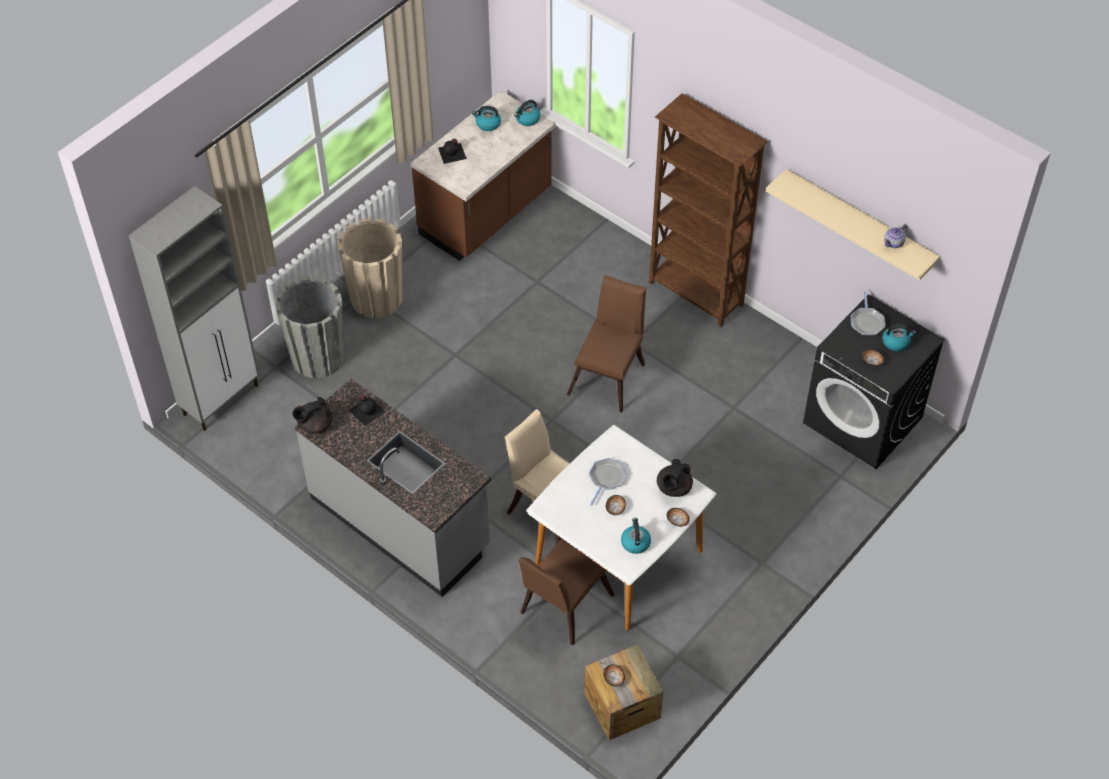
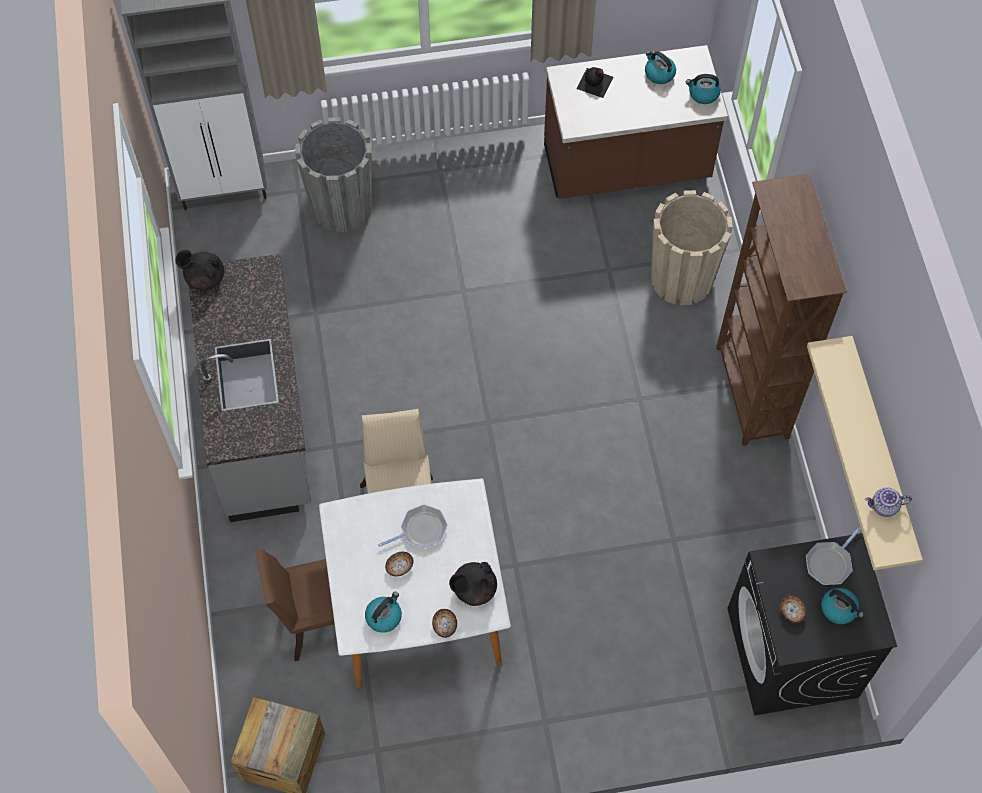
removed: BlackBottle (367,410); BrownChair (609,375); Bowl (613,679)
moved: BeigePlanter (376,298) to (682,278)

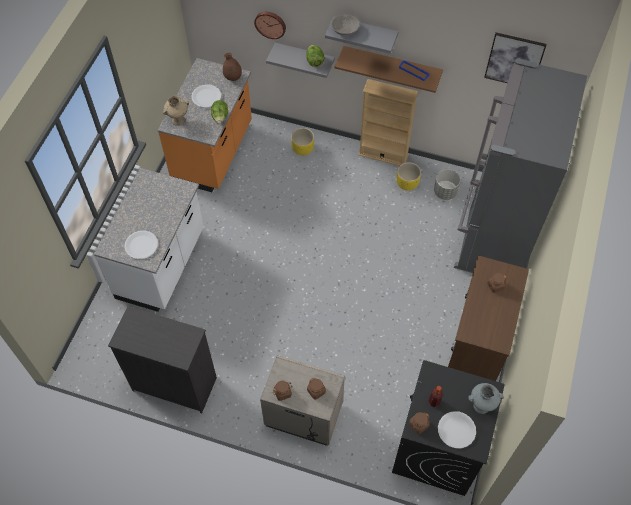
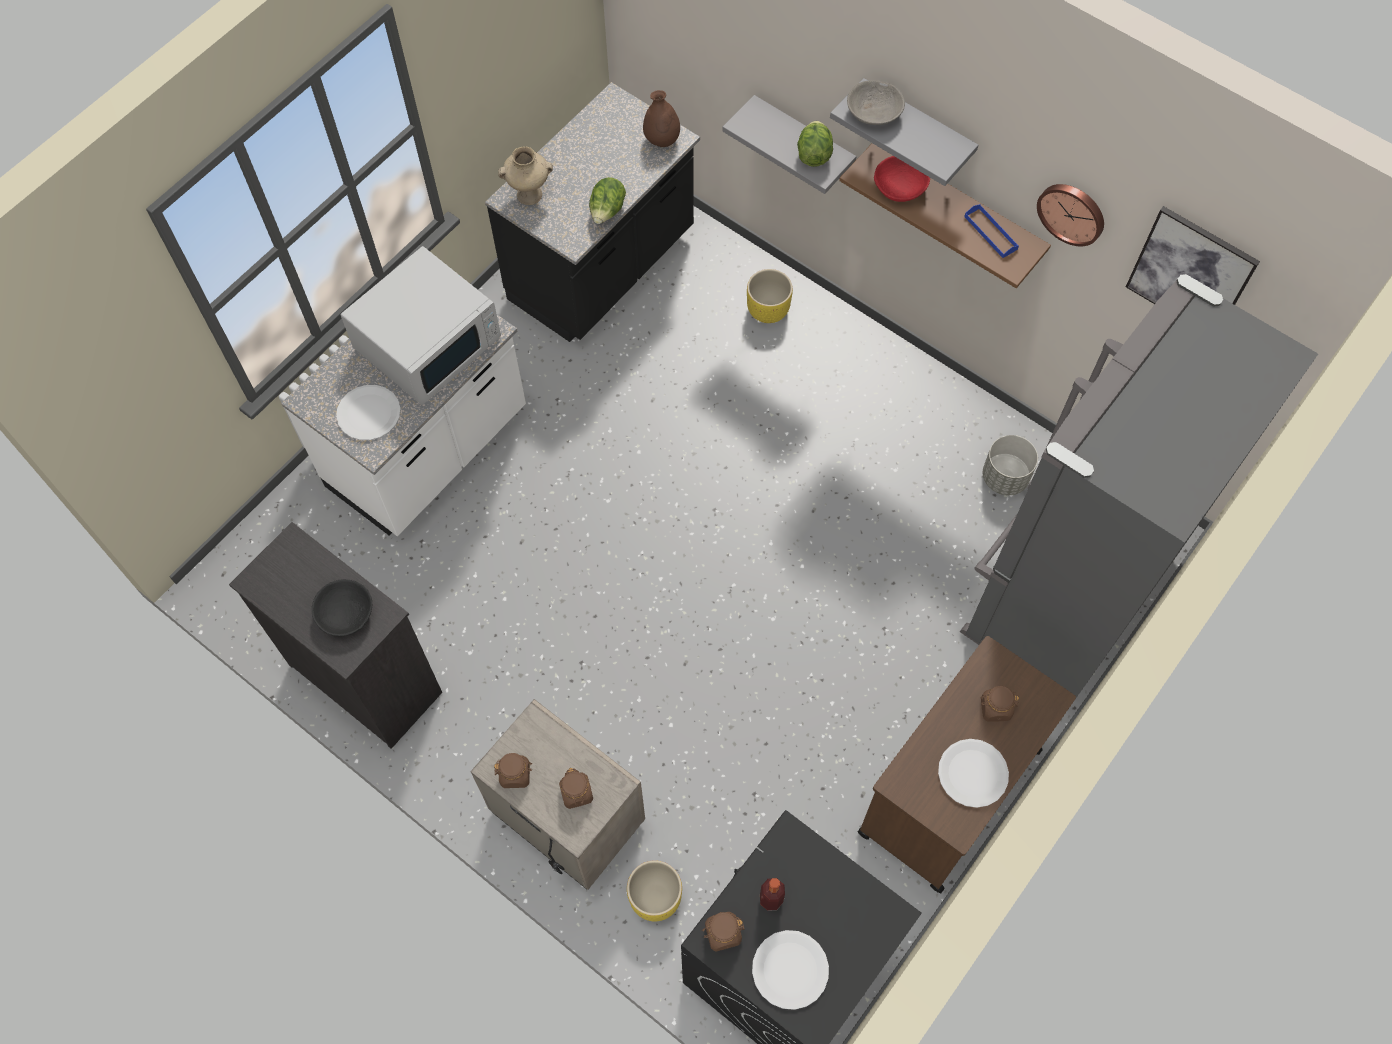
removed: BeigeBookcase (383,155); GreyVase (481,405)
added: BlackBowl (345,613); WhiteMicrowave (429,342); RedBowl (900,187)
moved: WhitePlate (206,96) to (973,773); WallClock (270,24) to (1072,212); YellowPlanter (407,183) to (655,897)
recoloured: OrangeCounter (214,153) to BlackCounter (603,268)

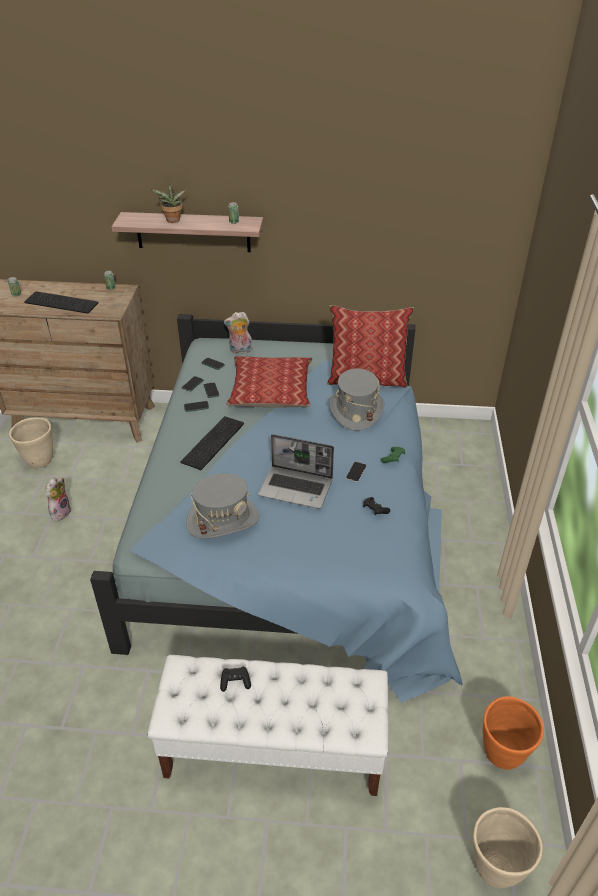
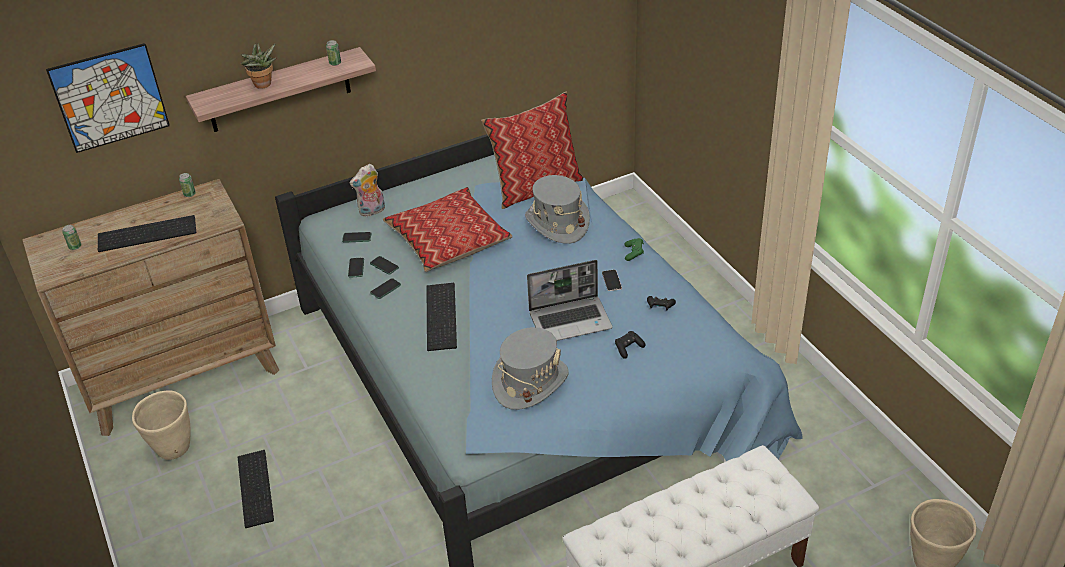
removed: OrangePlanter (502,754)
added: Picture (110,98)
moved: BlackGameController (235,682) to (628,348)
replaced: PlushToy (60,512) to Keyboard (257,488)

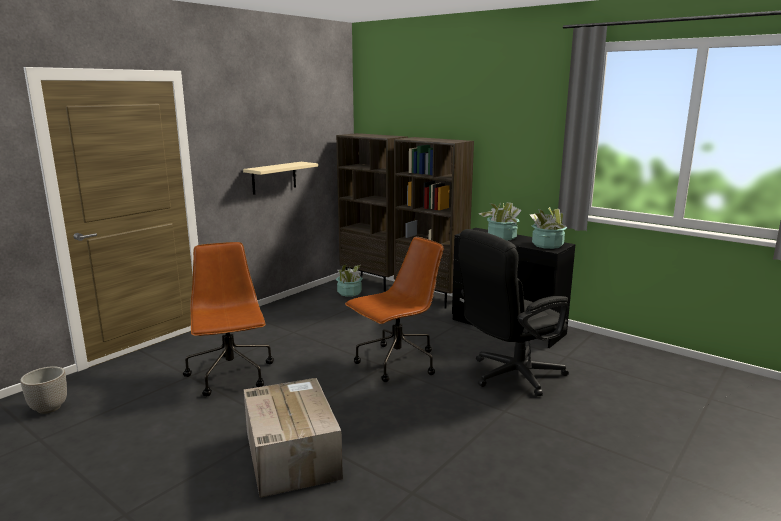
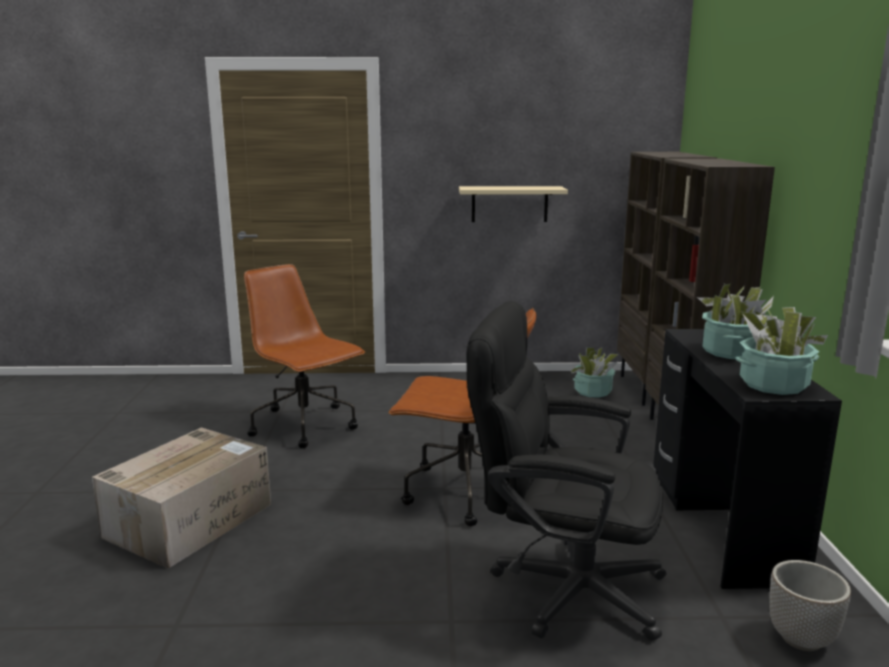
moved: Planter (49,408) to (801,639)
turned: BrownOfficeChair (231,375) = (305,426) 75 degrees counterclockwise

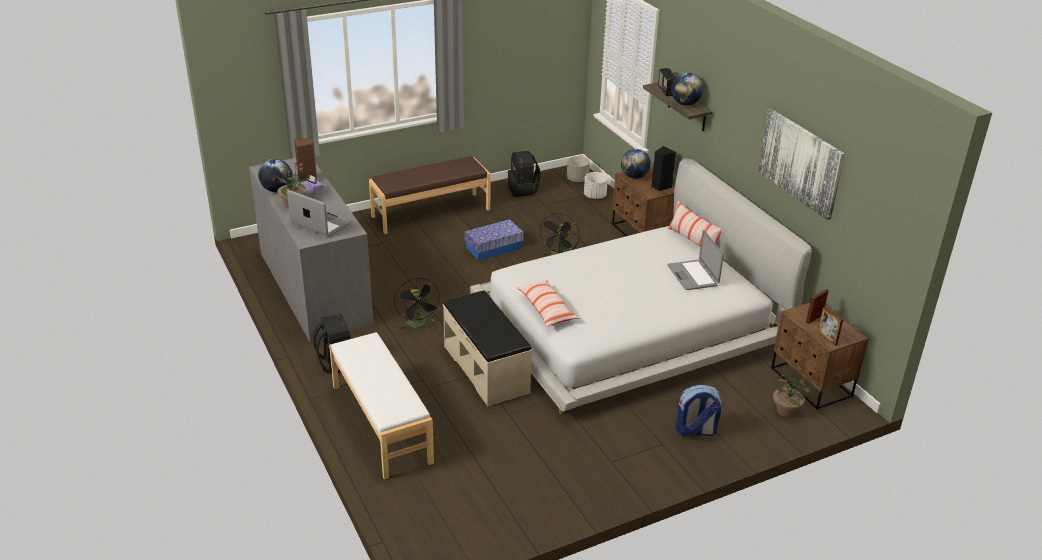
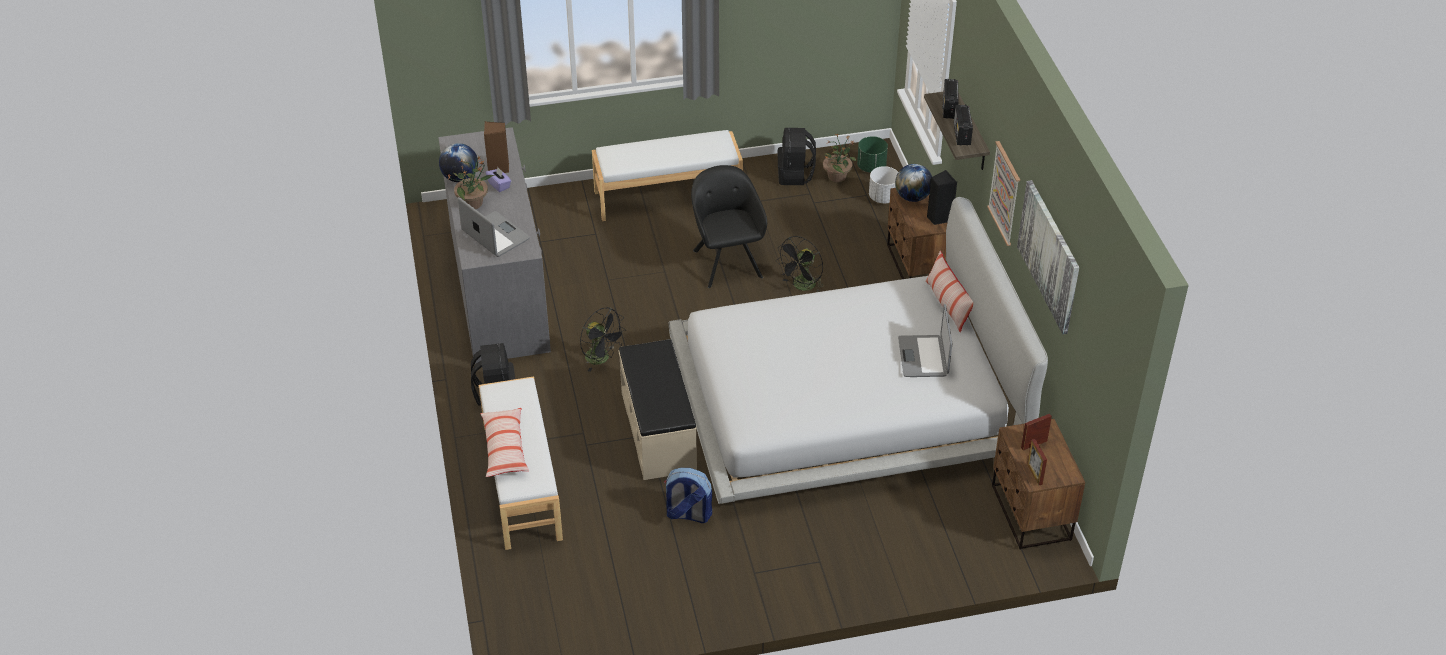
added: Picture (1005,193)
moved: Pillow (546,309) to (505,448); Backpack (695,431) to (688,514); PottedPlant (786,410) to (837,176)
replaced: StorageBox (494,248) to BlackArmchair (726,261); Globe (685,104) to Radio (961,134)
recoloured: BrownBench (430,212) to WhiteBench (668,195); GreyPlanter (577,179) to GreenPlanter (871,167)
turned: BlackFan (418,324) = (602,358) 45 degrees counterclockwise

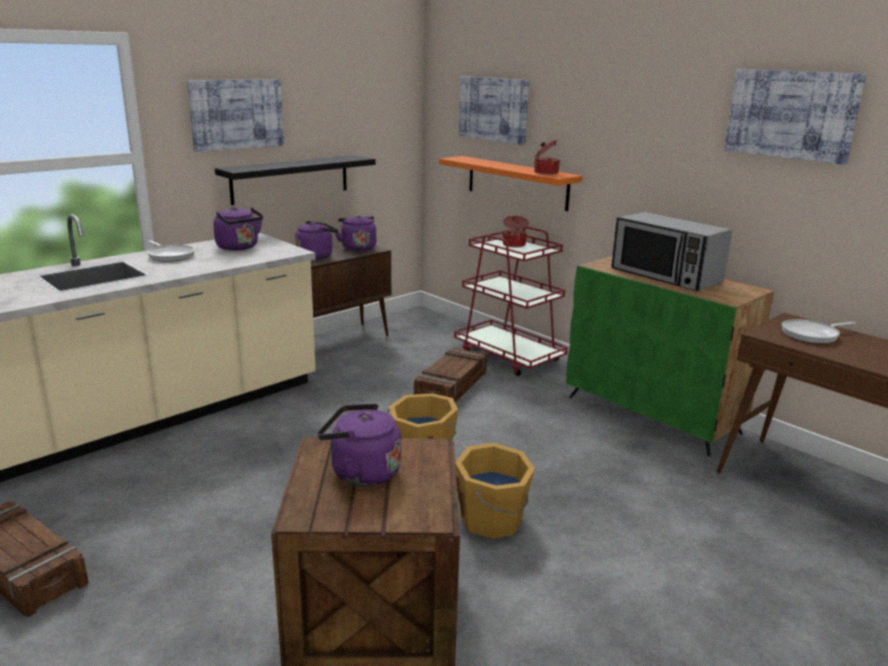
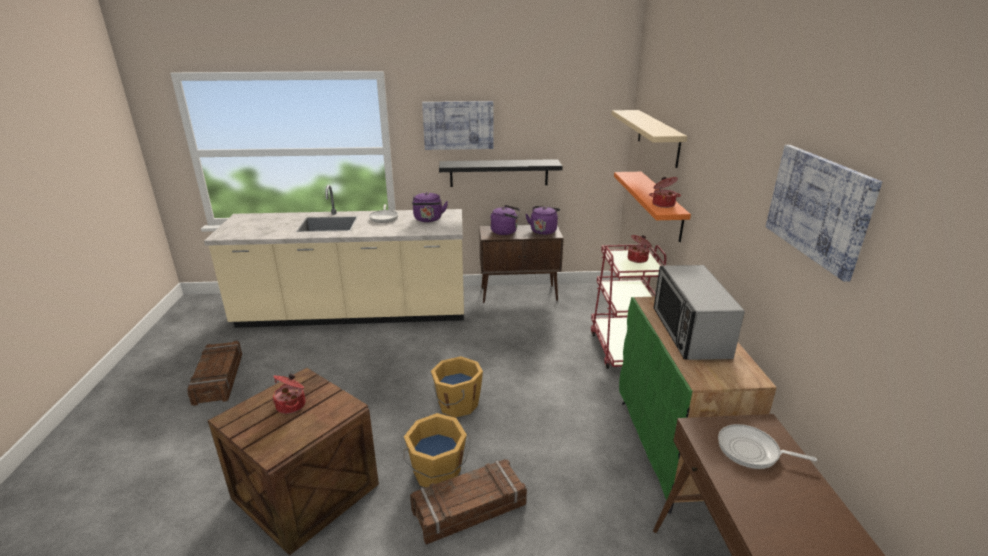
moved: Crate (452,386) to (469,508)
replaced: PurpleKettle (361,473) to CookingPot (292,405); Picture (493,109) to BeigeShelf (658,137)

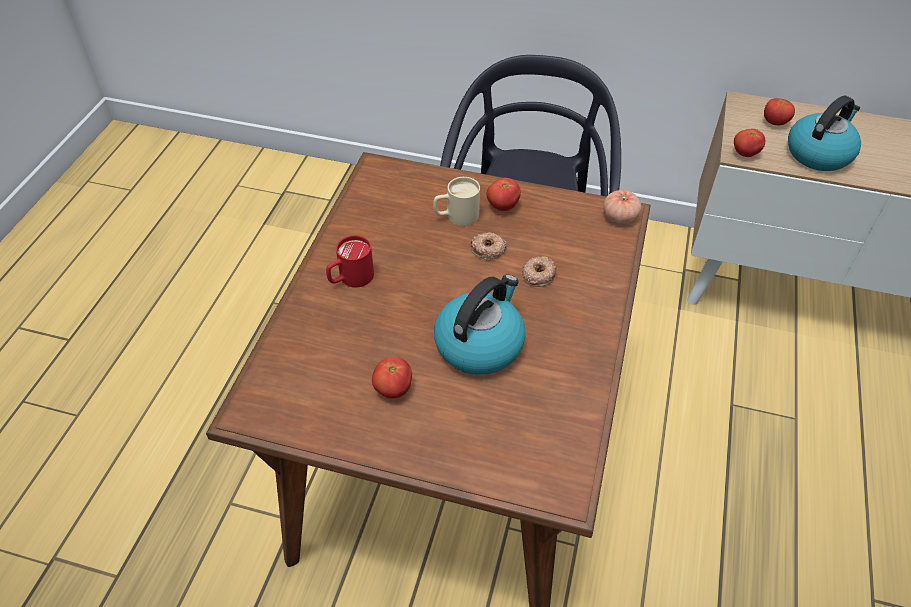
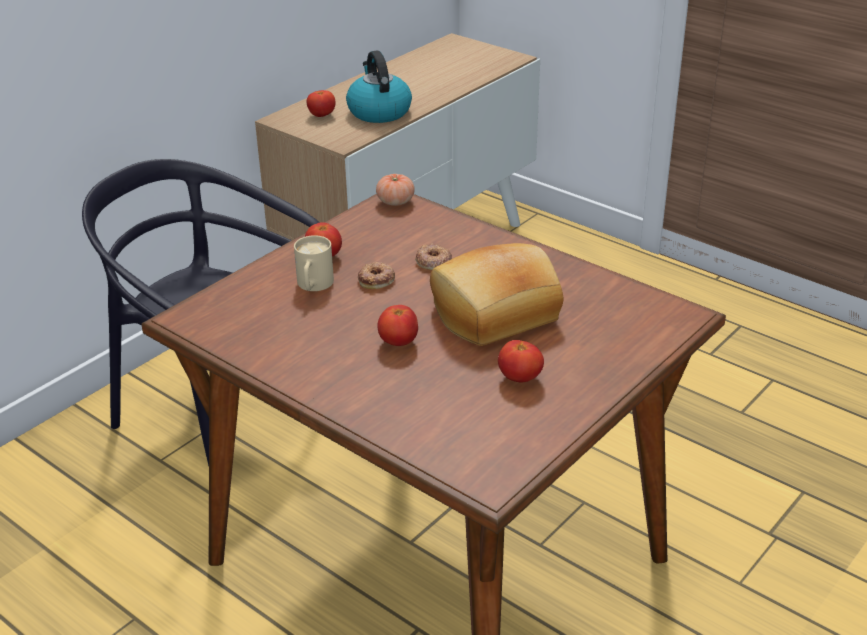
removed: RedMug (350,279)
moved: Tomato (745,153) to (398,342)
replaced: Kettle (479,343) to Bread (496,315)

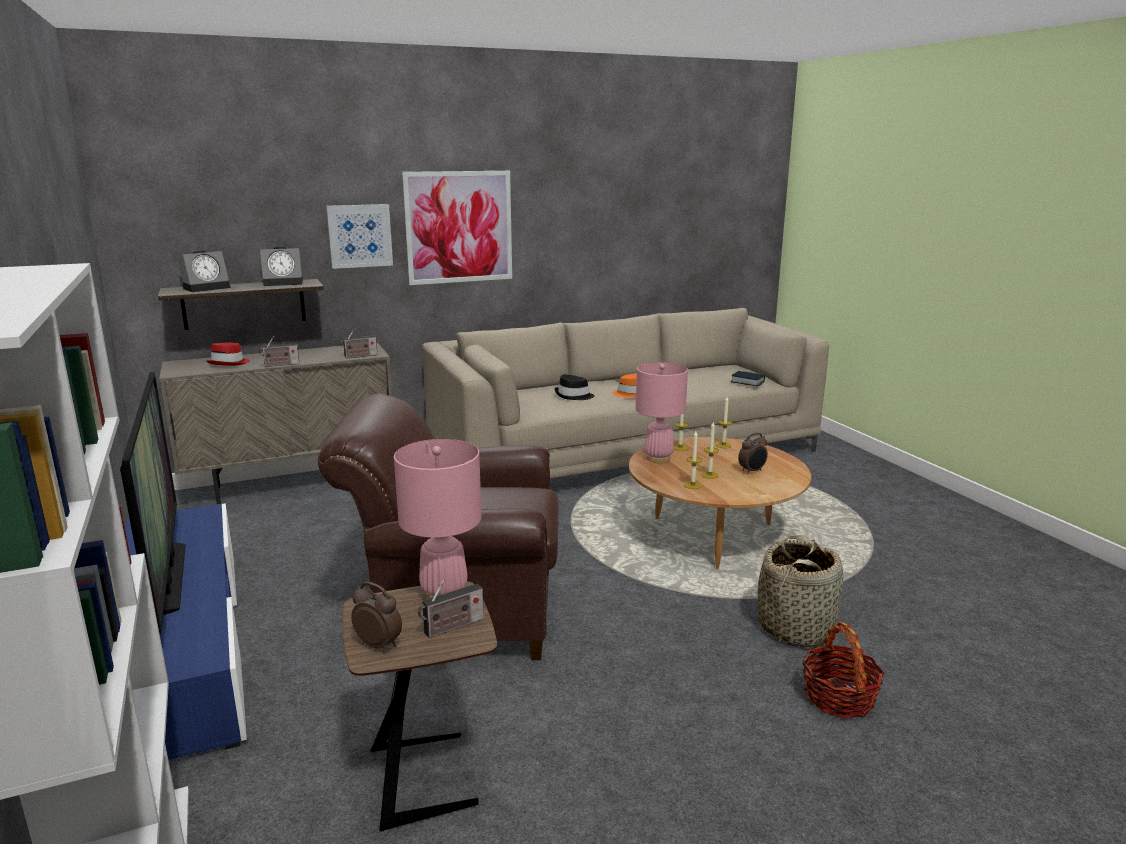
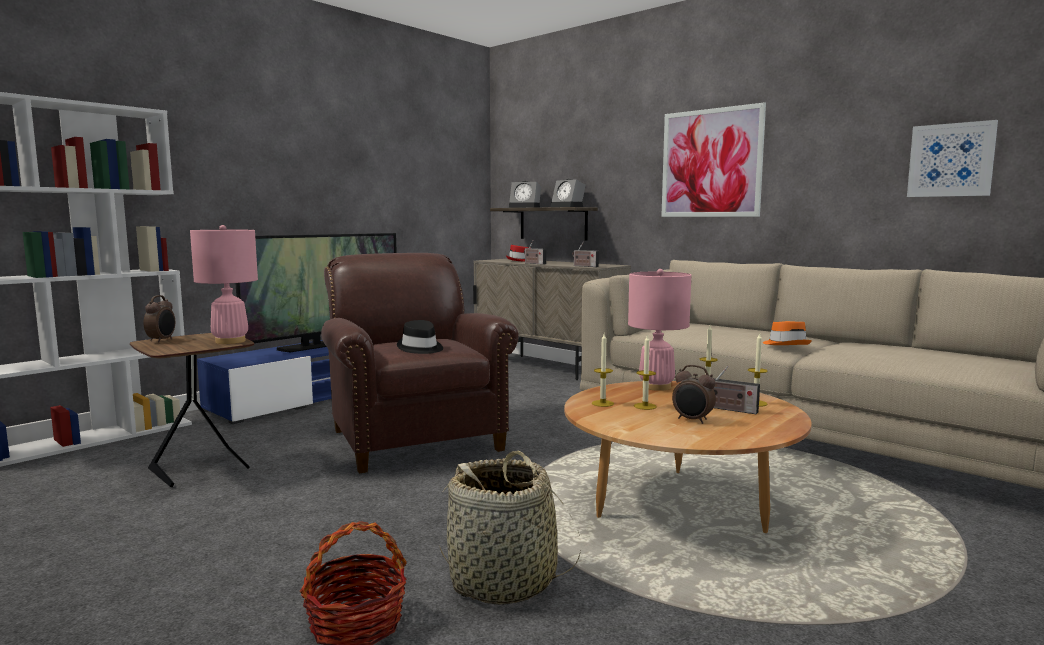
removed: Book (747,382)
moved: Picture (360,236) to (951,160); Radio (452,627) to (729,409); BlackHat (573,396) to (420,348)

